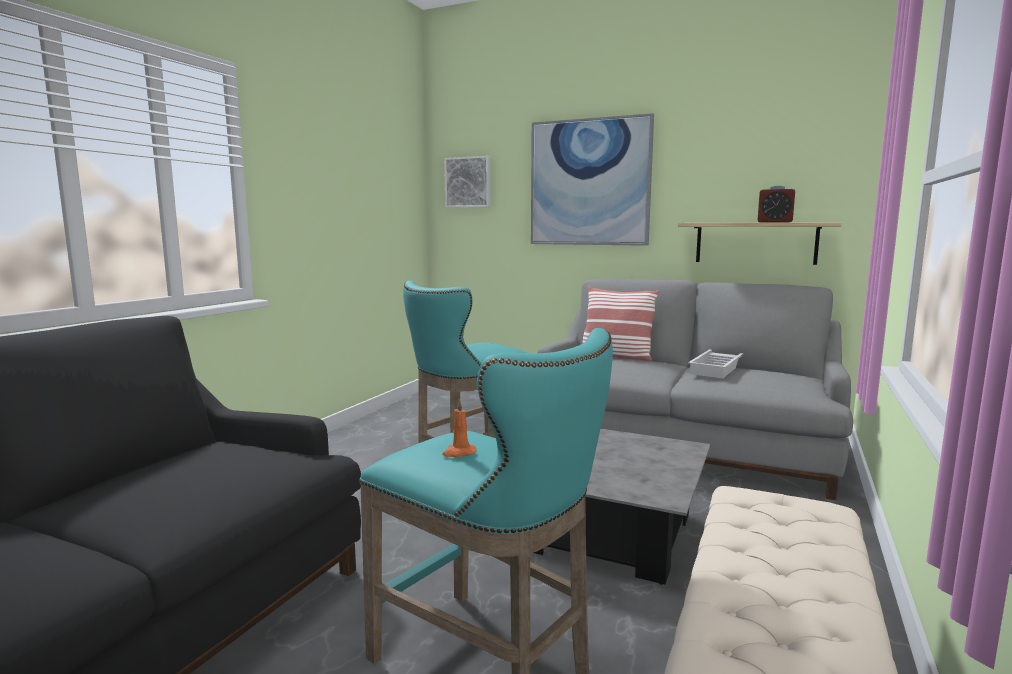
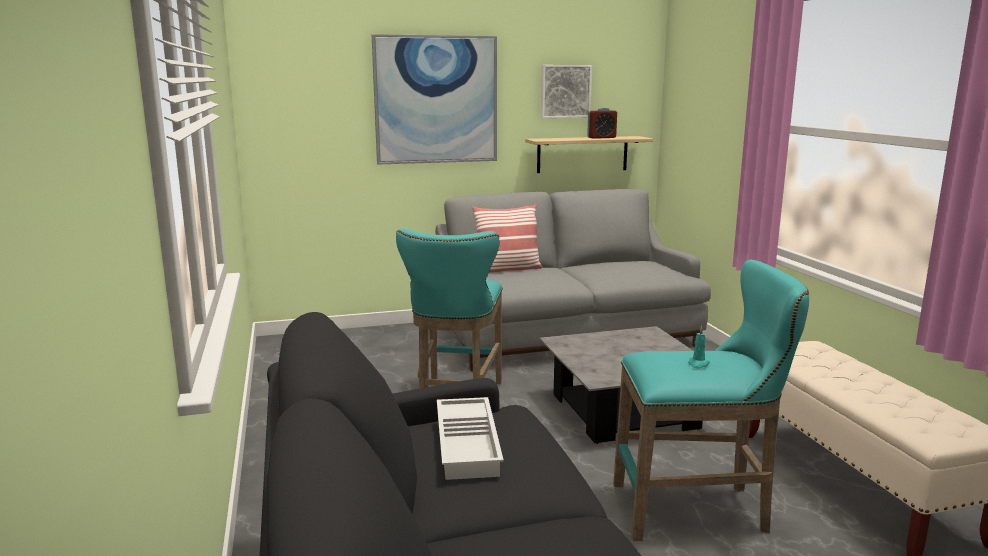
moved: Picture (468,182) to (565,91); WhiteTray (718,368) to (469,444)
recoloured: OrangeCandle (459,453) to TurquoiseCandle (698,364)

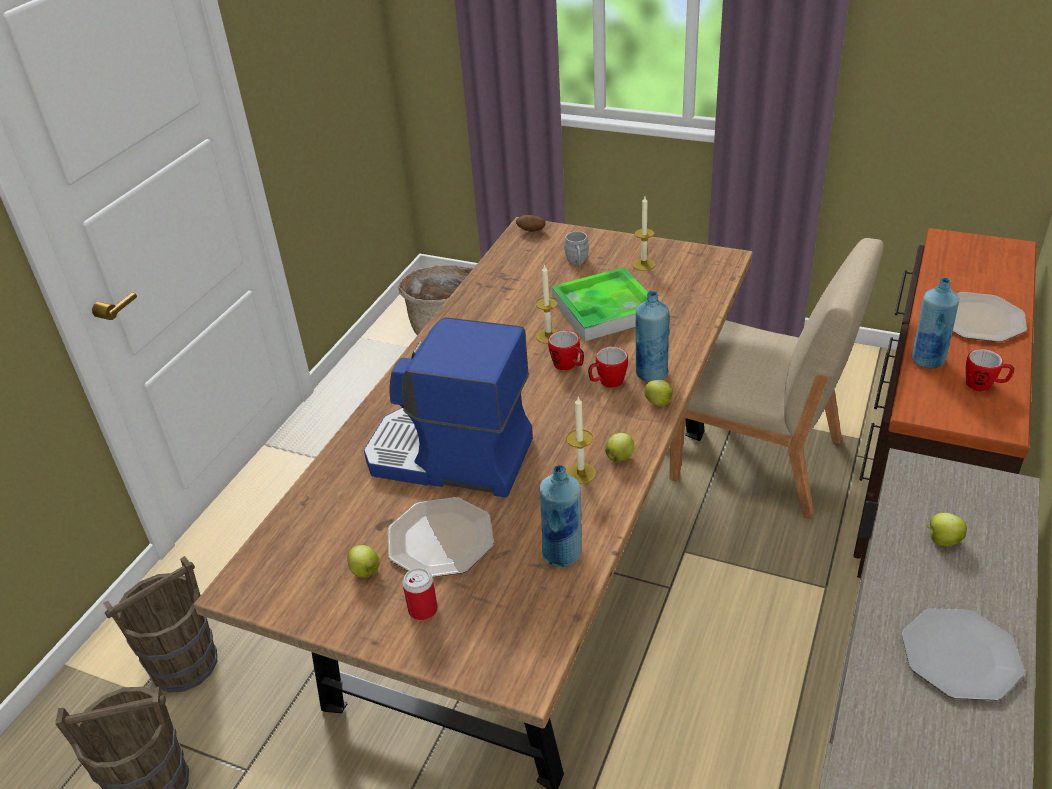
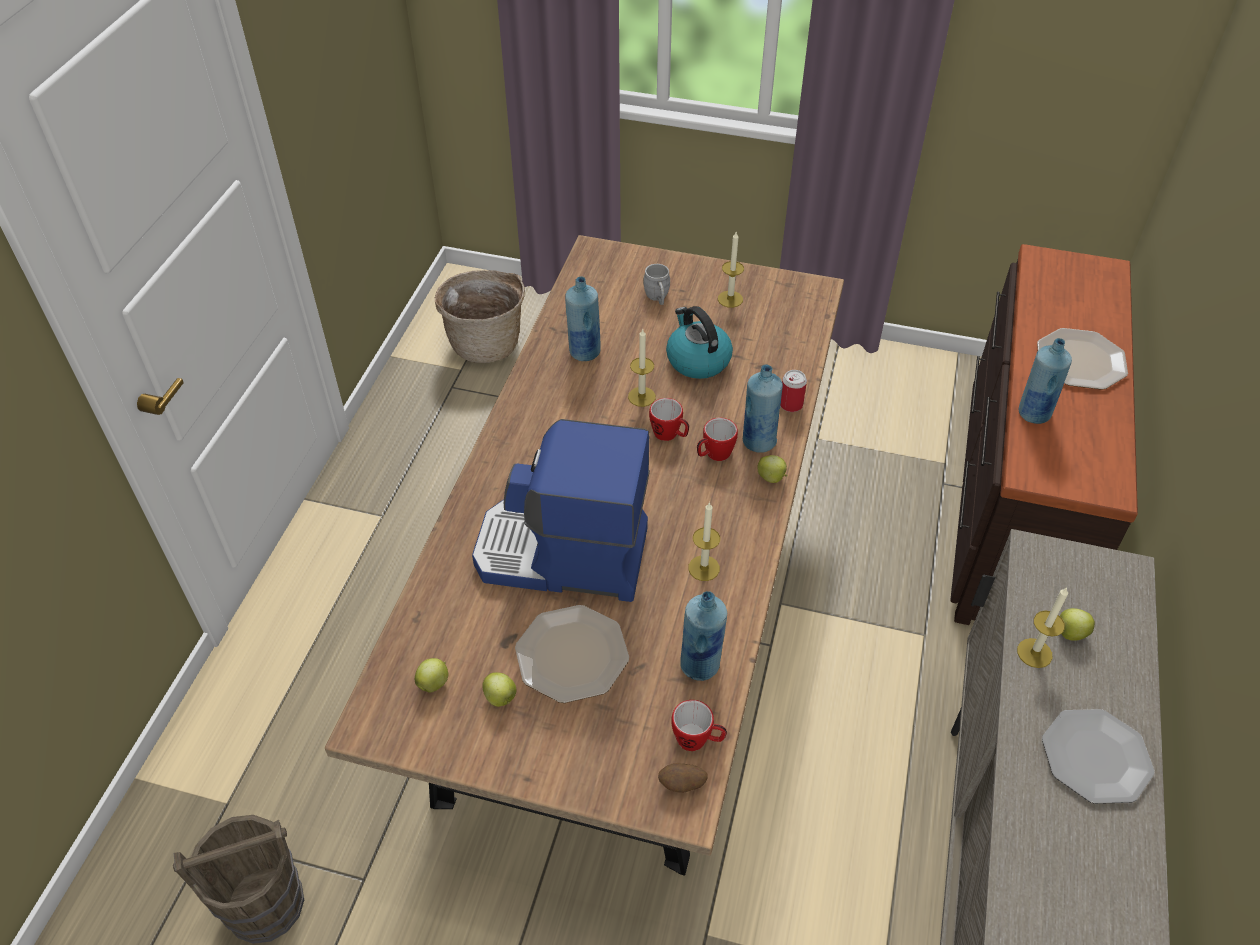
removed: BrownBucket (185,664); BeigeChair (759,460)
added: BlueBottle (584,352); Candle (1034,653)
moved: Can (423,609) to (791,404); Potato (531,231) to (682,784); Apple (620,457) to (434,683); Mug (984,385) to (698,740)
replaced: Tray (605,309) to Kettle (697,360)

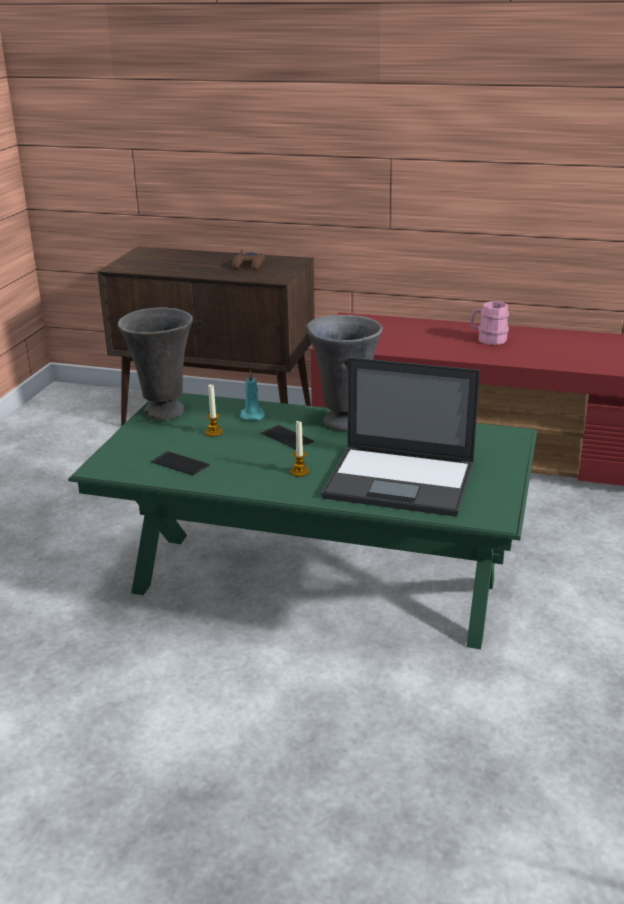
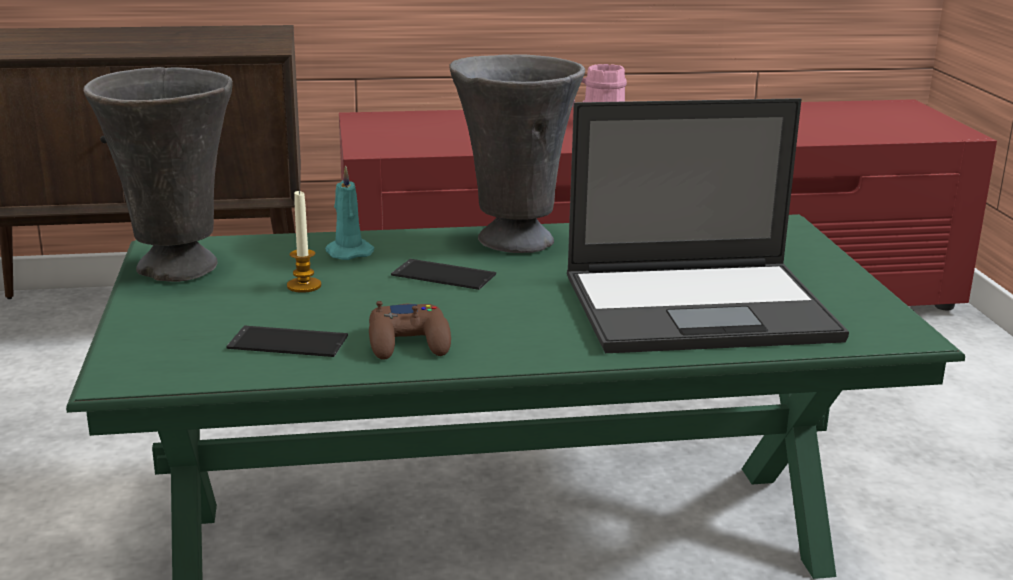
removed: Candle (299,472)
moved: BrownGameController (249,265) to (409,342)

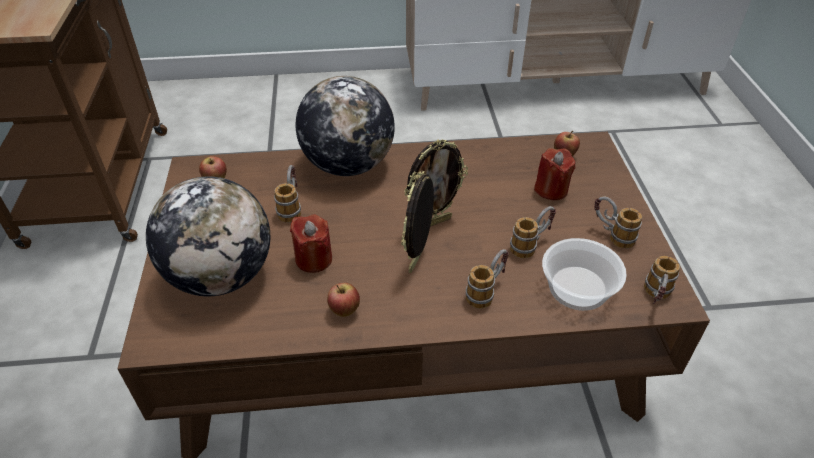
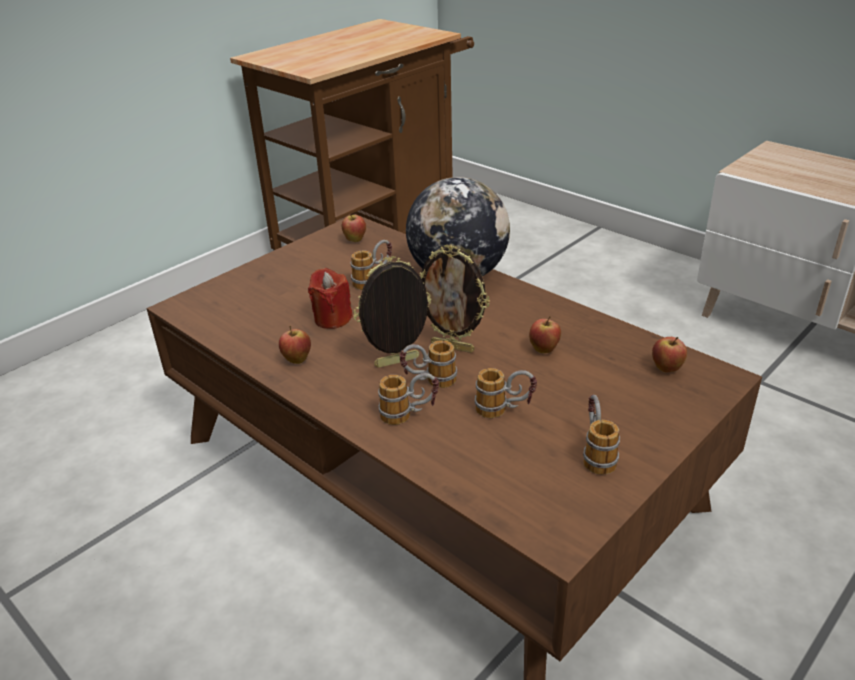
removed: Globe (221,276); RedCandle (551,189); Bowl (578,287)
added: Apple (544,350)
moved: Mug (655,298) to (429,382)

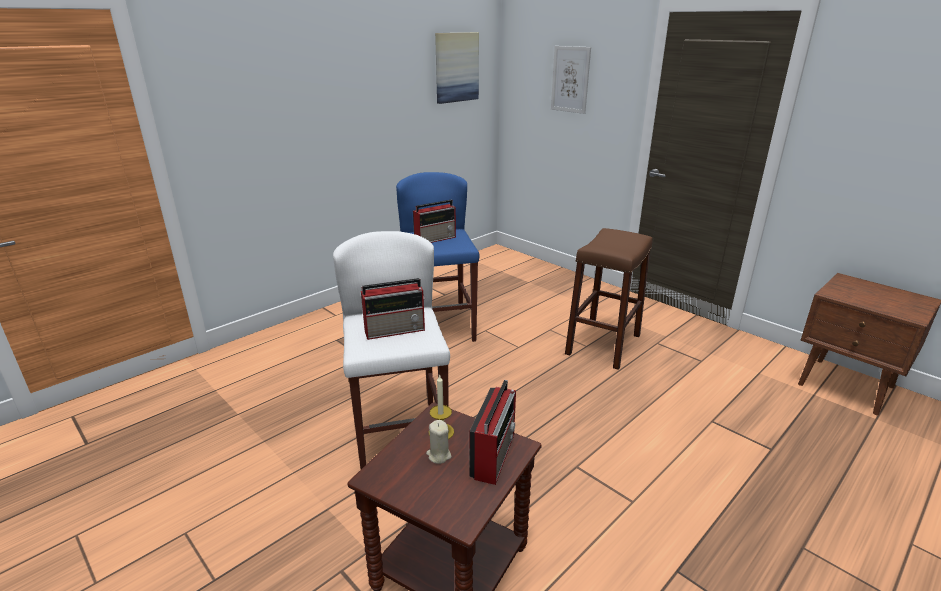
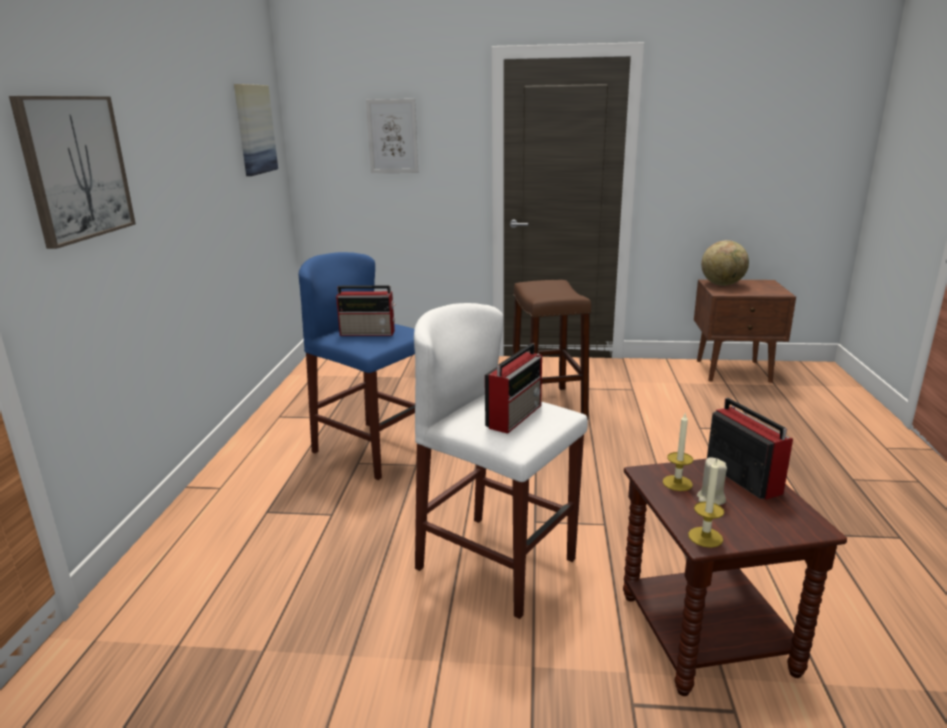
added: Picture (75,168); Candle (705,537); Globe (722,284)
turned: Radio (436,239) = (369,333) 75 degrees clockwise

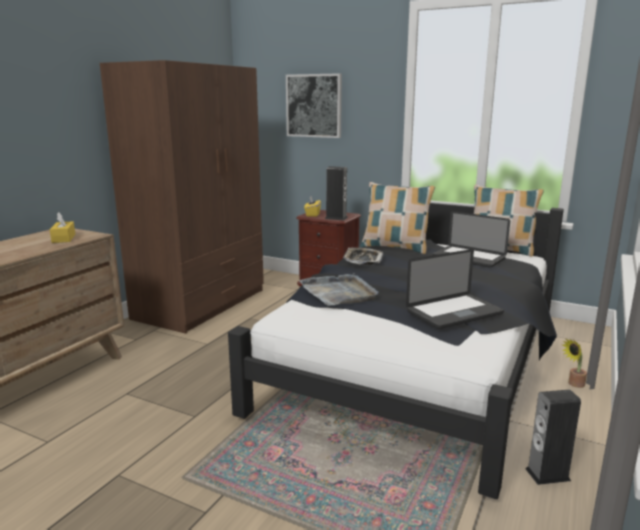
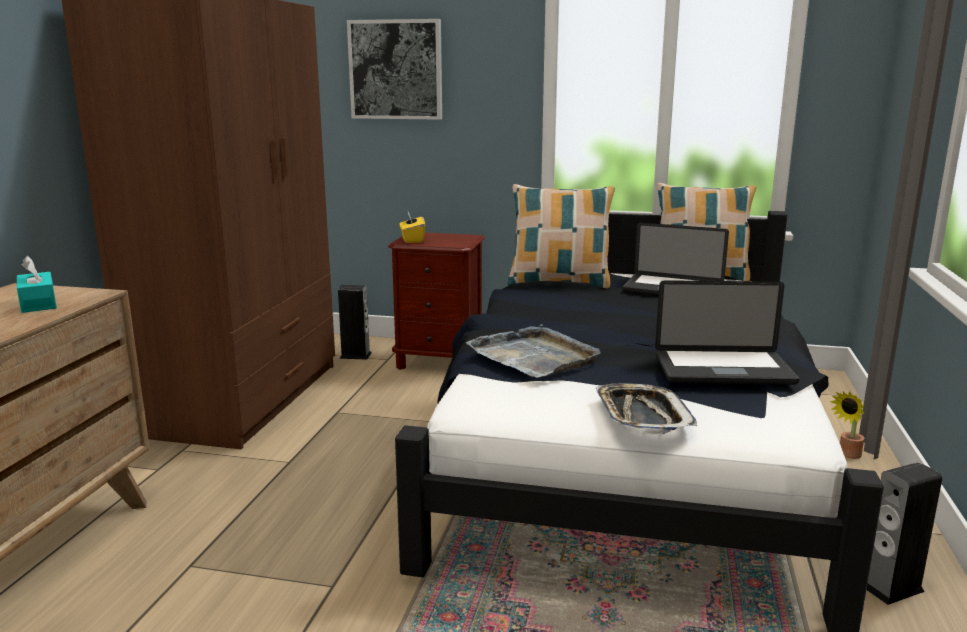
moved: Speaker (336,218) to (355,355); Tray (363,260) to (642,416)
recoloured: YellowTissueBox (63,238) to TurquoiseTissueBox (38,303)
turned: Laptop (454,313) = (723,370) 45 degrees clockwise

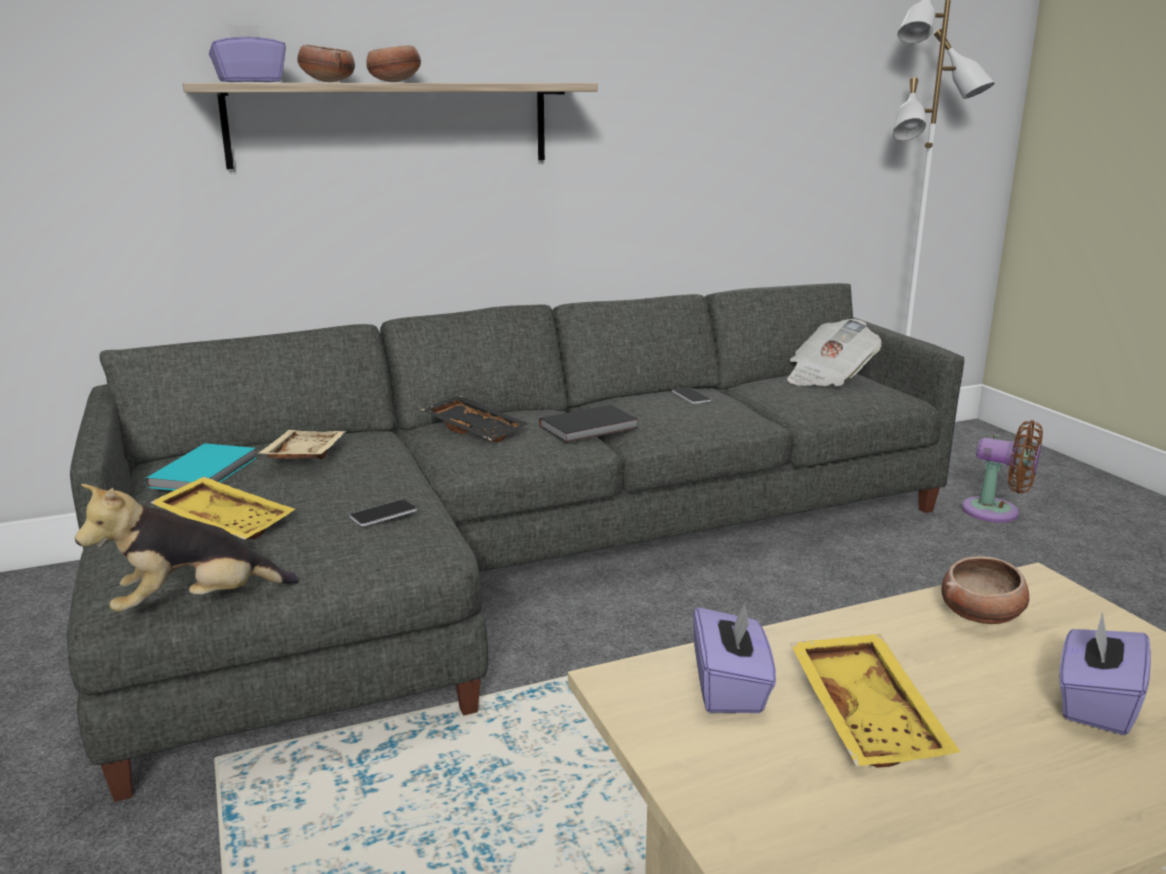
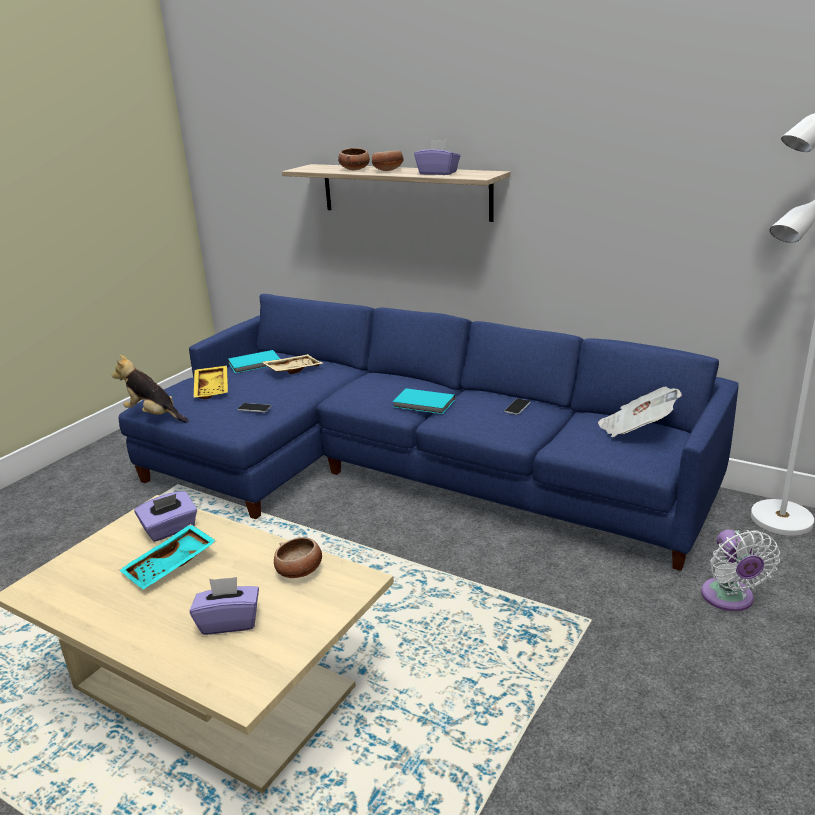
removed: BlackTray (476,430)
moved: PurpleTissueBox (250,82) to (438,173)
recoloured: GreySofa (519,559) to BlueSofa (400,468); BlackBook (590,427) to TurquoiseBook (424,404); YellowTray (869,716) to TurquoiseTray (171,566); BrownFan (997,512) to WhiteFan (729,599)

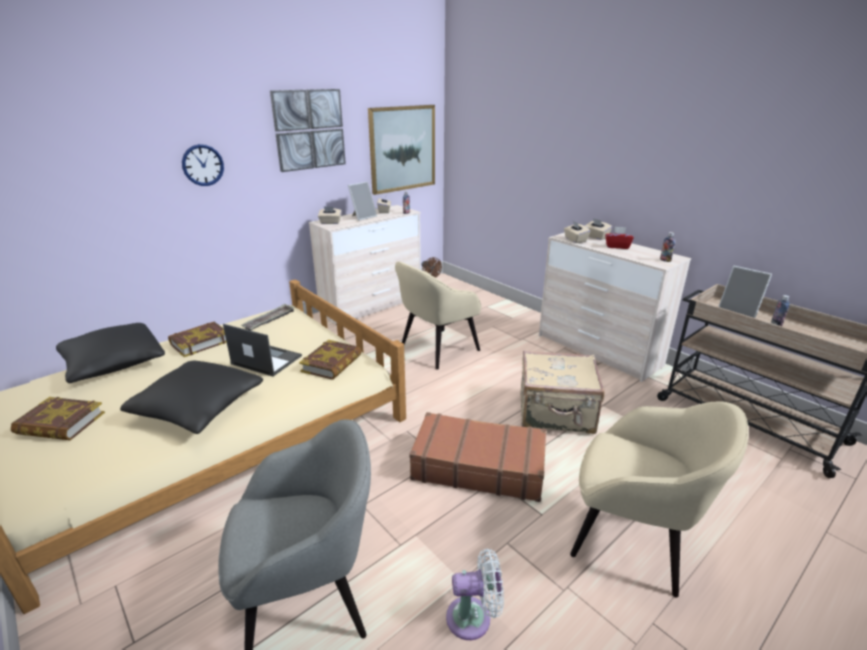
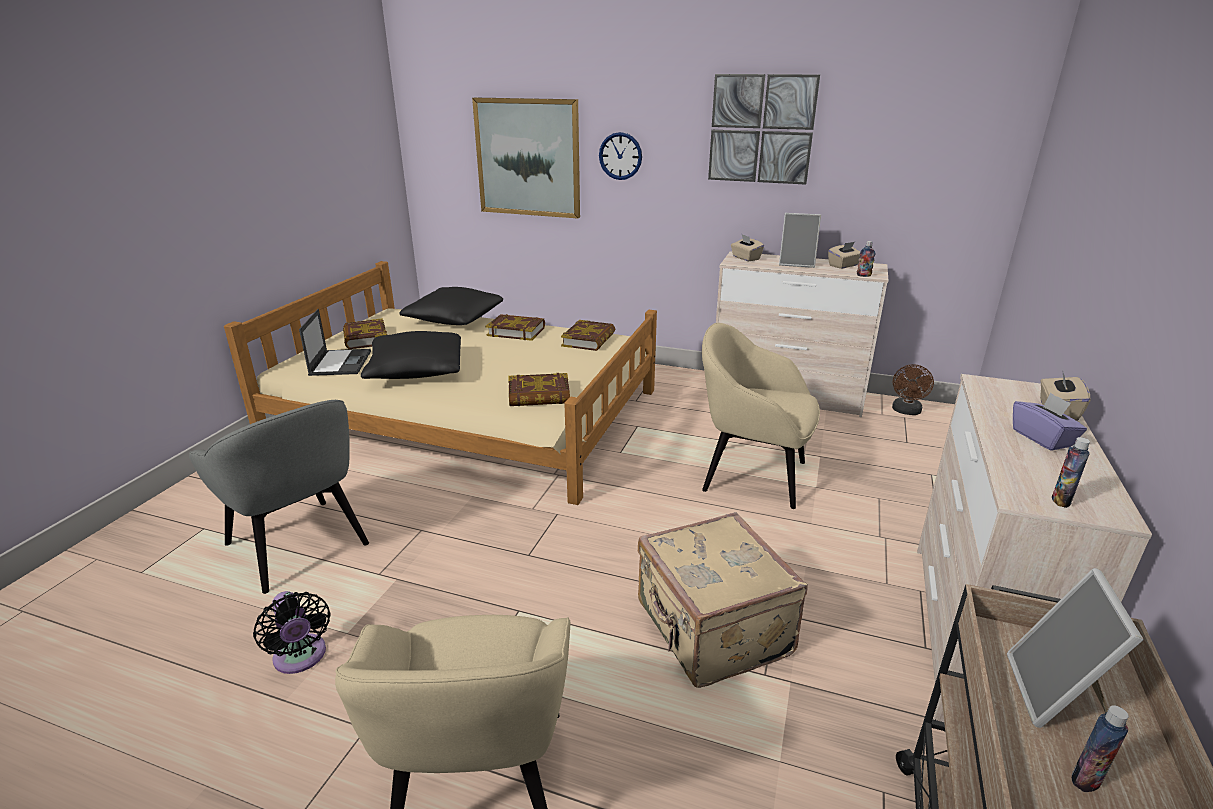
removed: BrownSuitcase (478,466); BeigeTissueBox (575,240)
moved: Laptop (265,360) to (340,362); Picture (402,148) to (528,158)
replaced: Tray (269,320) to Book (589,340)
recoloured: WhiteFan (473,618) to BlackFan (301,658); RedTissueBox (617,246) to PurpleTissueBox (1042,438)

